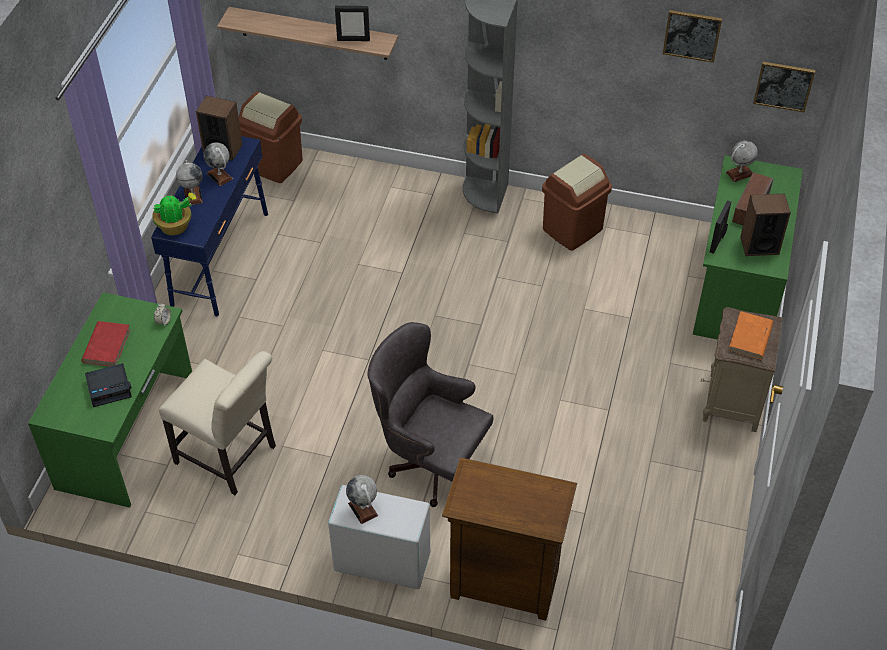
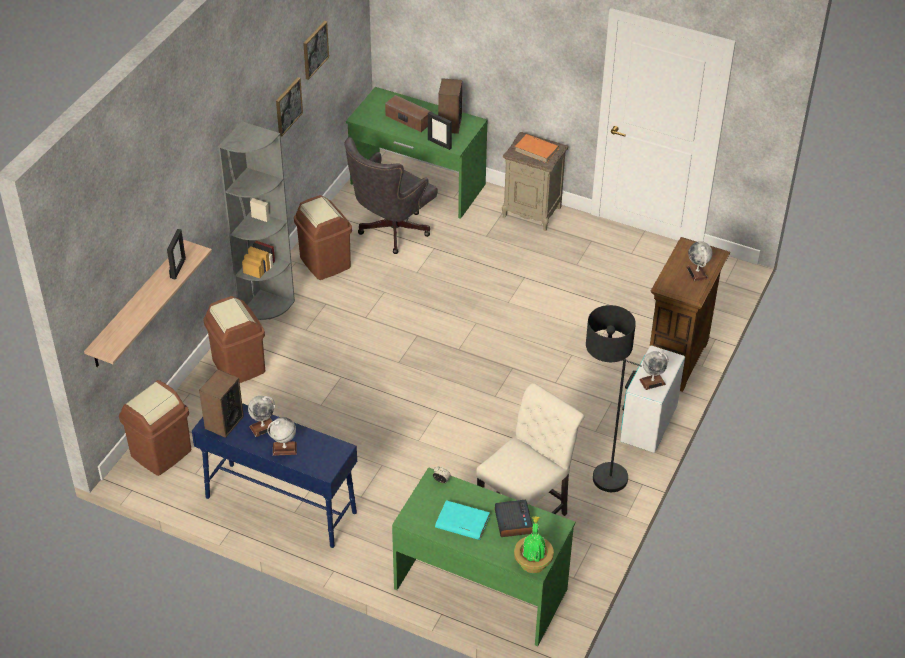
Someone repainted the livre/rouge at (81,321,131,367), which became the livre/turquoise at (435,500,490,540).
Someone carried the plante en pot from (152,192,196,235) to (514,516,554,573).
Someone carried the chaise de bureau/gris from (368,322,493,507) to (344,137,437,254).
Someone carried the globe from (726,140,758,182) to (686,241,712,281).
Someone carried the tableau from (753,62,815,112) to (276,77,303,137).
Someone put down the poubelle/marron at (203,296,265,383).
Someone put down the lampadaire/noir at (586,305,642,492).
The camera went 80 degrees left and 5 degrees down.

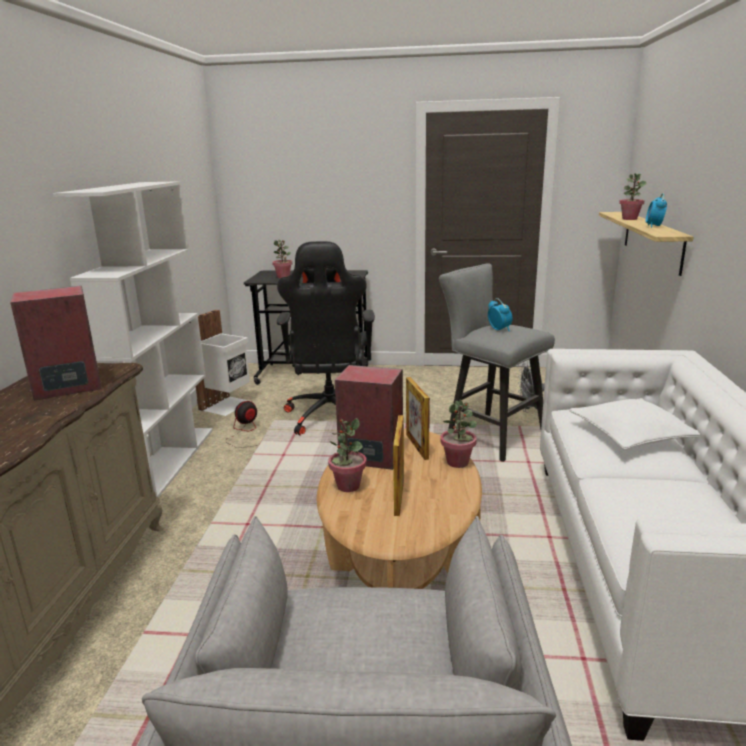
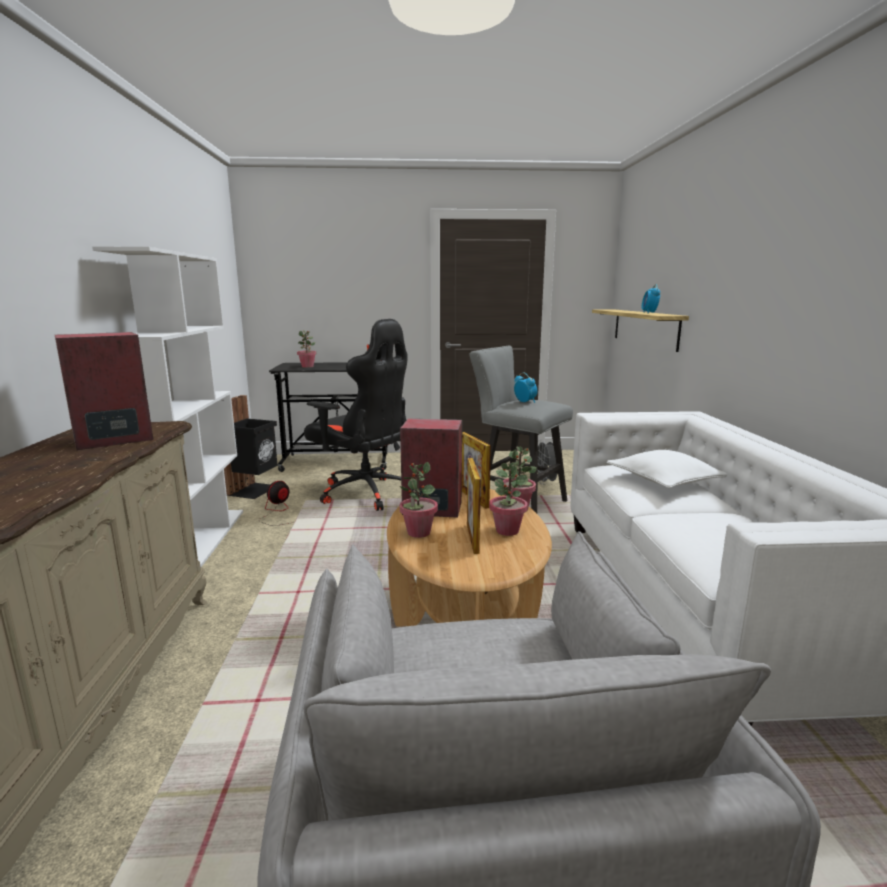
Someone repainted the poubelle/blanc at (196,310,250,416), which became the poubelle/noir at (224,395,278,499).
Someone rotated the chaise de bureau/noir at (277,241,375,436) by 45 degrees counterclockwise.
Someone carried the plante en pot from (619,174,647,220) to (489,462,528,536).
The camera went 10 degrees left and 5 degrees down.

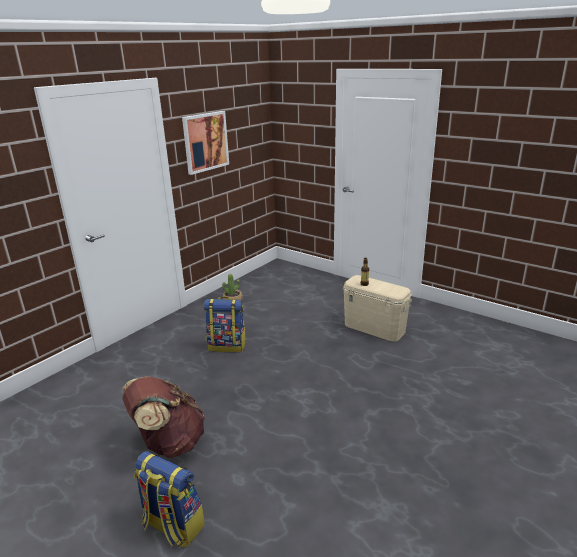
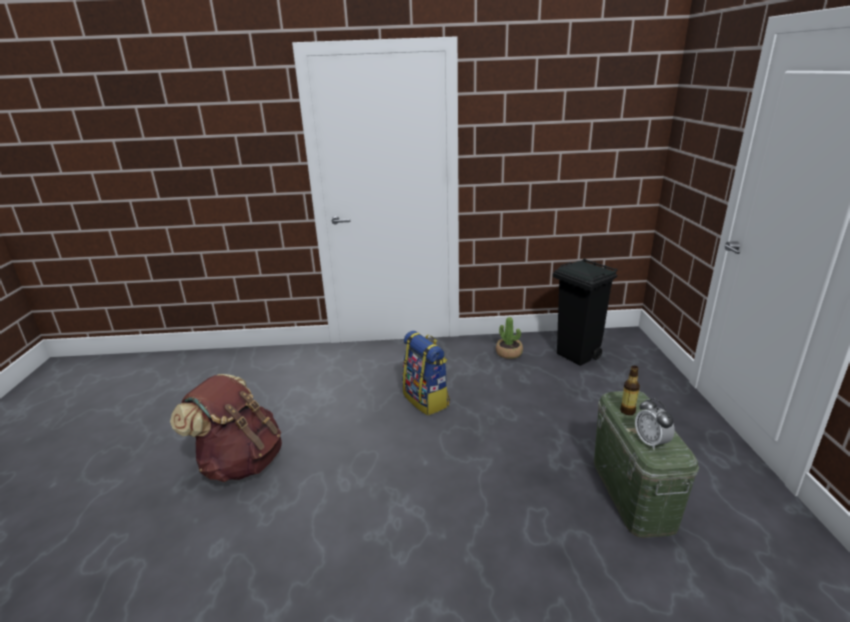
Someone took away the sac à dos at (134,451,205,547).
Someone took away the tableau at (182,111,229,175).
Someone repainted the boîte de rangement/beige at (342,275,412,342), which became the boîte de rangement/vert at (594,391,699,538).
Someone put down the poubelle/noir at (553,258,617,366).
Someone put down the réveil at (635,398,675,450).
The camera went 50 degrees right and 0 degrees up.

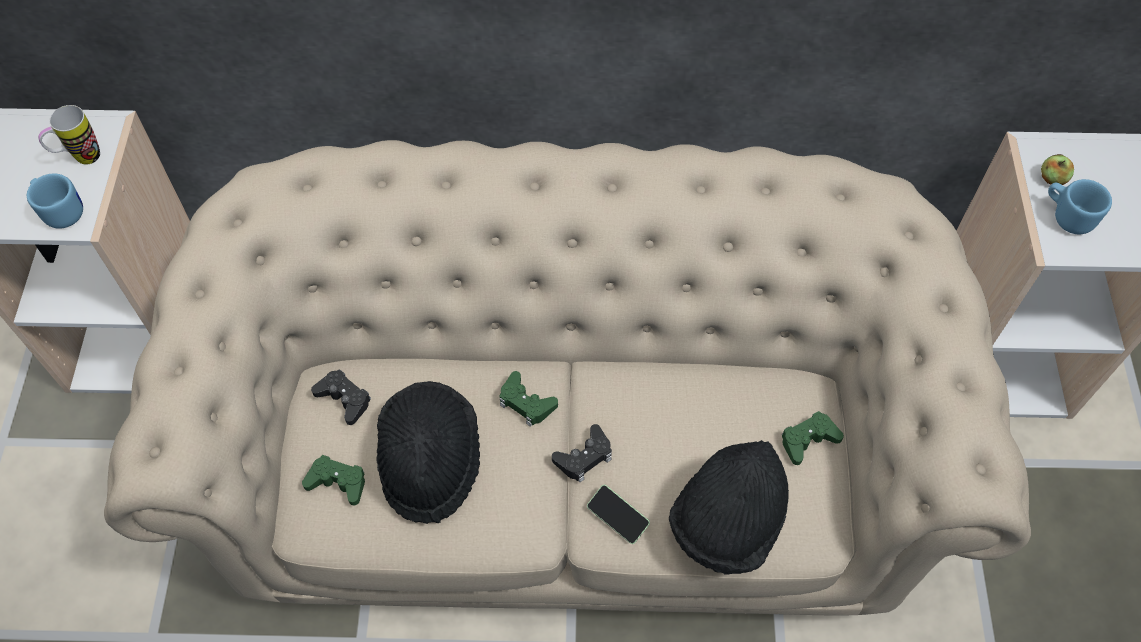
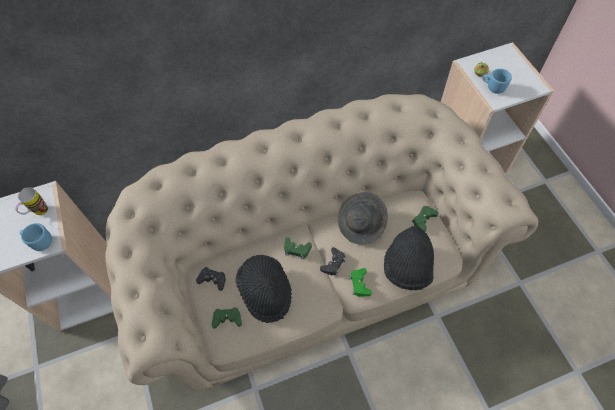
Someone swapped the téléphone at (587,485,650,544) for the manette/vert at (349,268,372,297).
Someone put down the chapeau/gris at (338,192,388,244).
The camera went 20 degrees left and 0 degrees up.

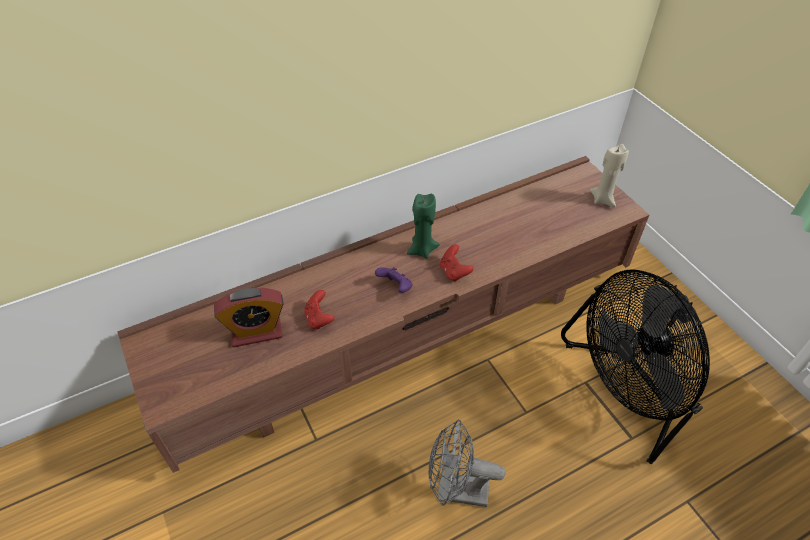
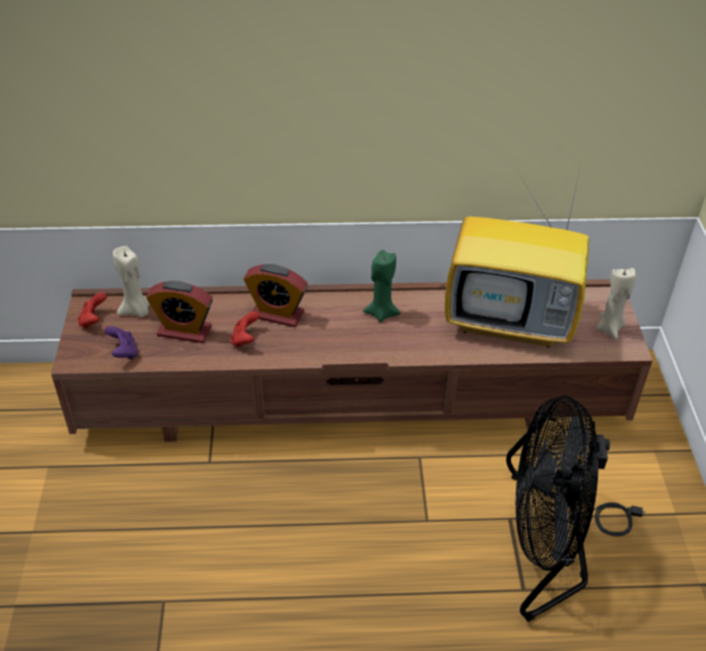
Someone carried the manette/violet from (375,267,412,293) to (105,326,138,359).
Someone took away the ventilateur/gris at (428,420,505,507).
Someone carried the manette/rouge from (440,244,474,281) to (78,293,107,329).
Someone put down the bougie/beige at (113,246,150,317).
Someone put down the réveil at (243,264,308,327).
Someone put down the téléviseur at (445,166,589,347).
The camera went 25 degrees right and 5 degrees down.

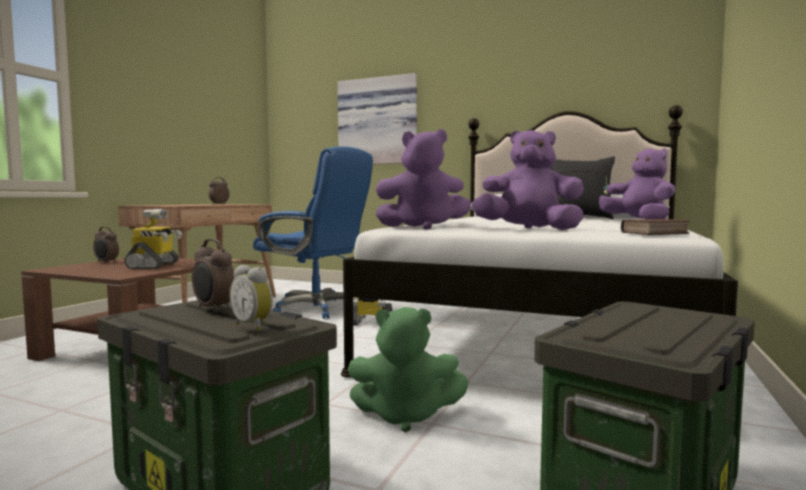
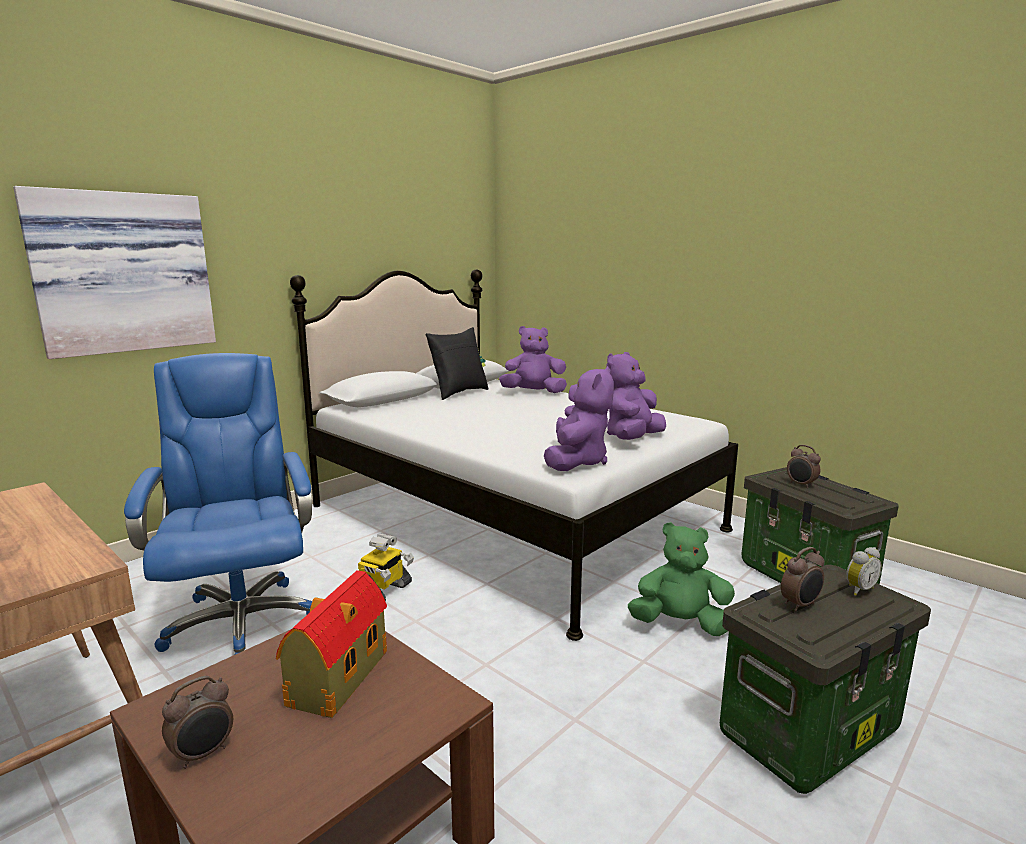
Someone swapped the robot jouet at (124,209,182,269) for the maison miniature at (276,570,387,718).
Someone carried the réveil from (209,177,230,205) to (787,445,821,488).
Someone rotated the chaise de bureau/bleu at (253,146,373,319) by 75 degrees counterclockwise.
Someone rotated the peluche/vert at (347,307,469,432) by 105 degrees counterclockwise.
Someone took away the livre at (621,219,690,235).
The camera went 70 degrees left and 10 degrees up.

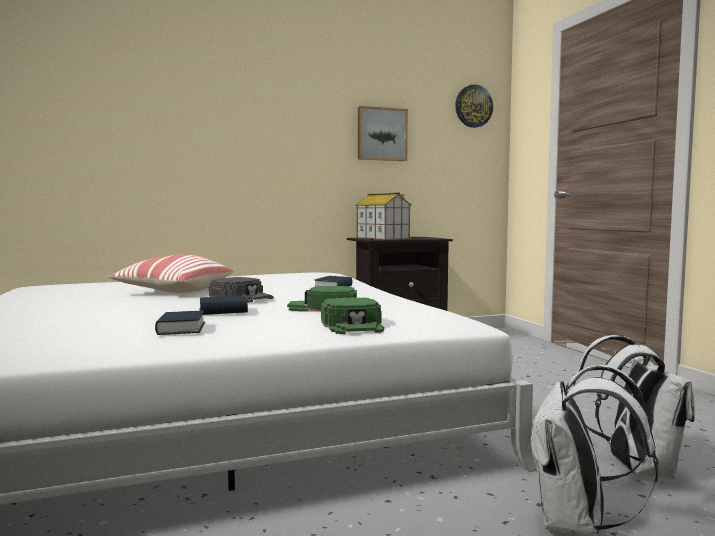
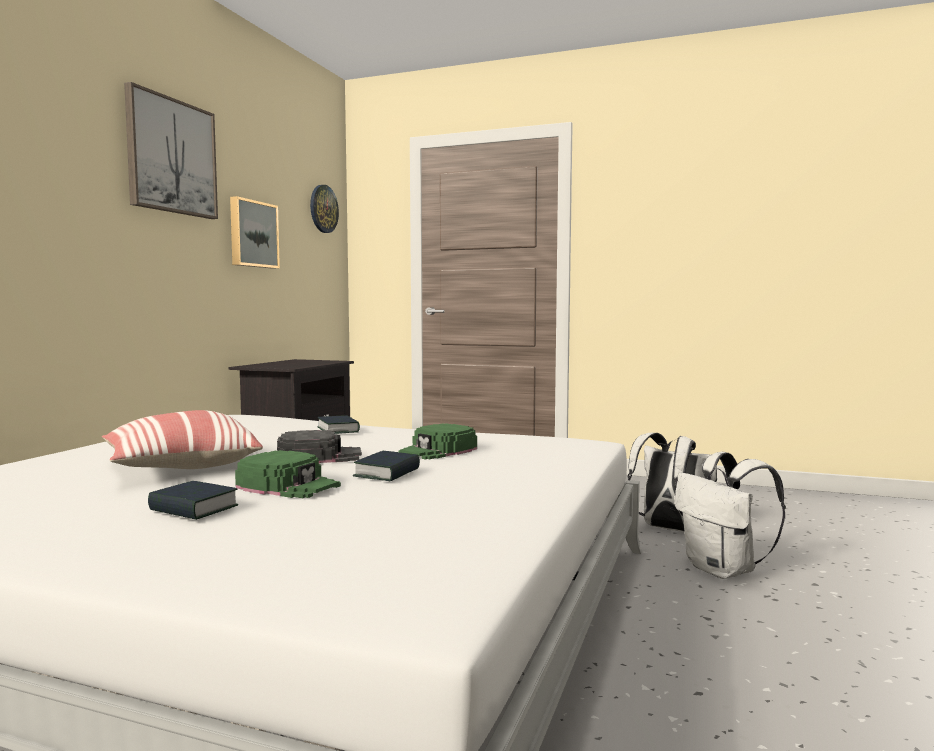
Someone carried the livre from (155,311,205,335) to (148,481,238,520).
Someone carried the casquette/vert from (321,297,384,334) to (235,450,341,498).
Someone took away the maison miniature at (355,192,411,240).
Someone put up the tableau at (124,82,218,219).
The camera went 50 degrees left and 0 degrees up.

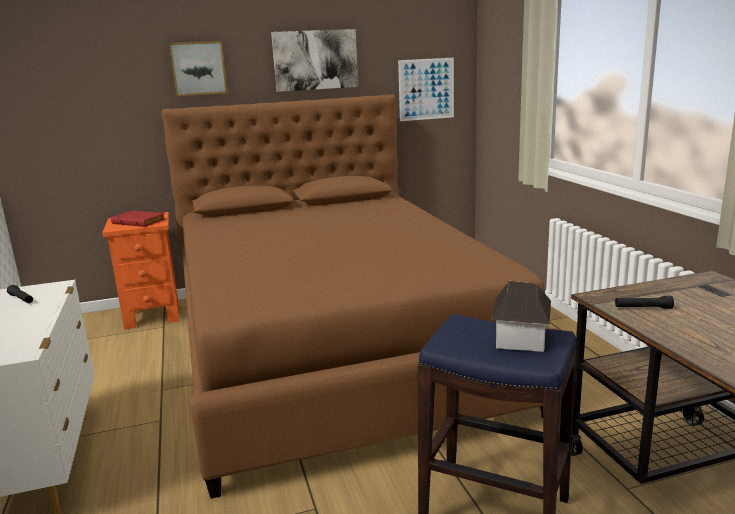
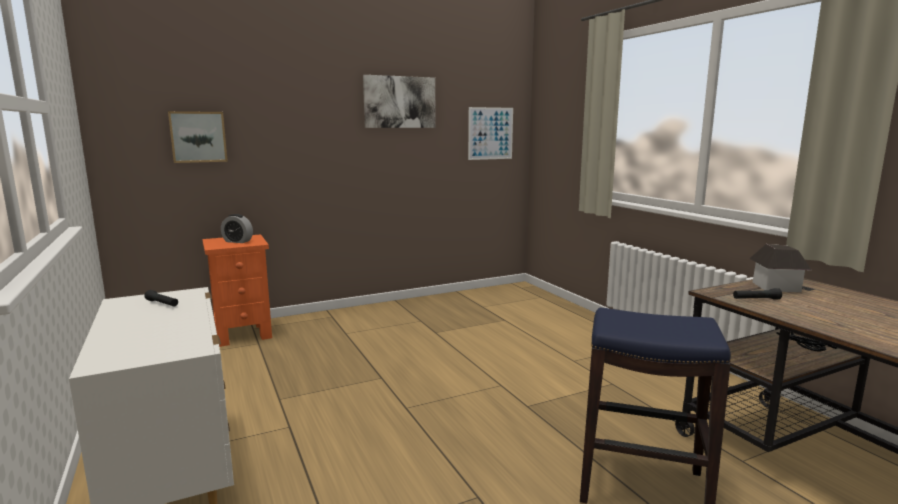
Someone swapped the livre/rouge at (111,210,165,227) for the réveil at (221,214,253,243).
Someone took away the lit/marron at (161,94,561,499).
Someone carried the tableau from (169,41,228,96) to (168,111,228,163).
Someone carried the maison miniature from (491,281,551,352) to (749,244,811,292).
The camera went 10 degrees left and 5 degrees down.

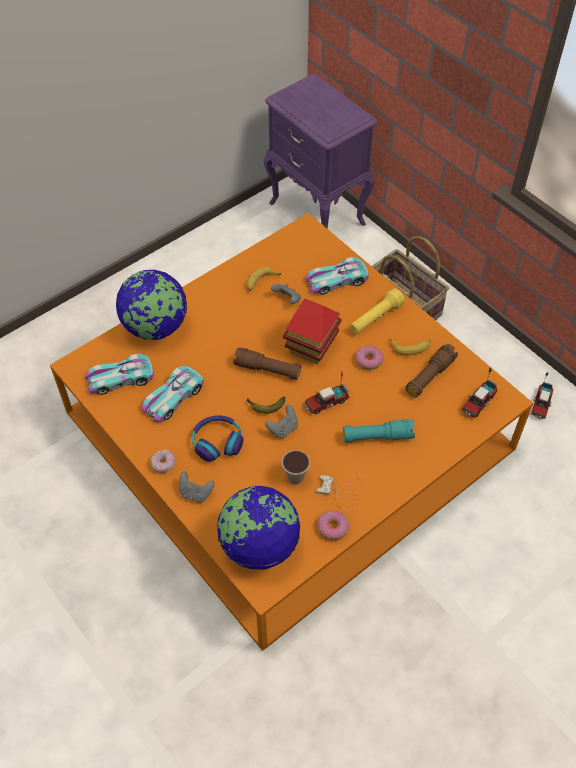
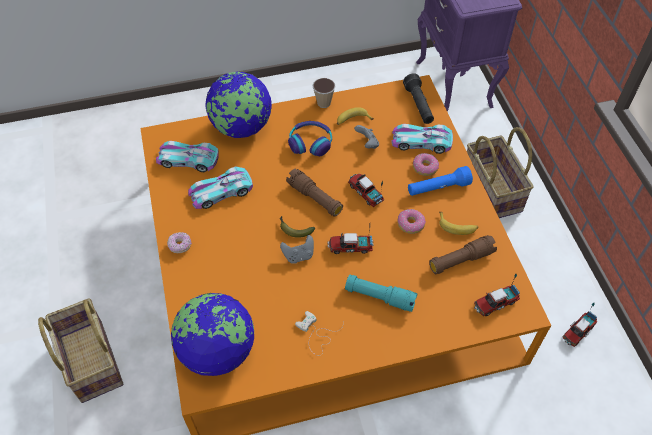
Someone took away the manette/gris at (179,471,214,503).
Someone carried the casque audio from (192,415,243,462) to (288,121,332,156).
Someone carried the tasse from (282,450,310,485) to (313,78,336,108).
Someone swapped the maison miniature at (283,298,342,364) for the camion jouet at (348,173,385,207).
Someone carried the beignet from (318,510,350,540) to (413,153,439,176).
Someone repainted the lampe de poche/jaune at (350,288,405,334), which became the lampe de poche/bleu at (408,166,473,196).
Someone put down the panier at (38,299,123,403).
Someone put down the lampe de poche/noir at (403,73,434,124).
The camera went 25 degrees right and 0 degrees up.

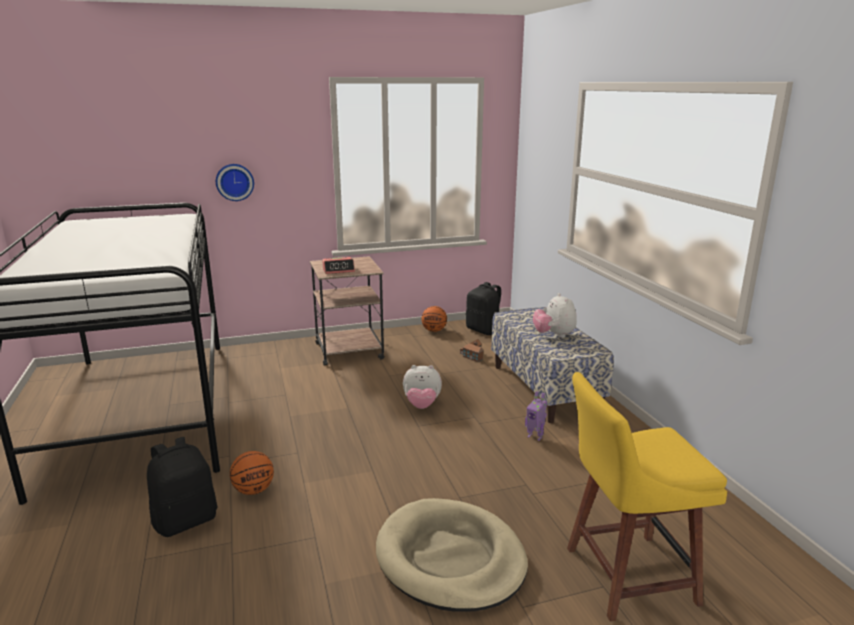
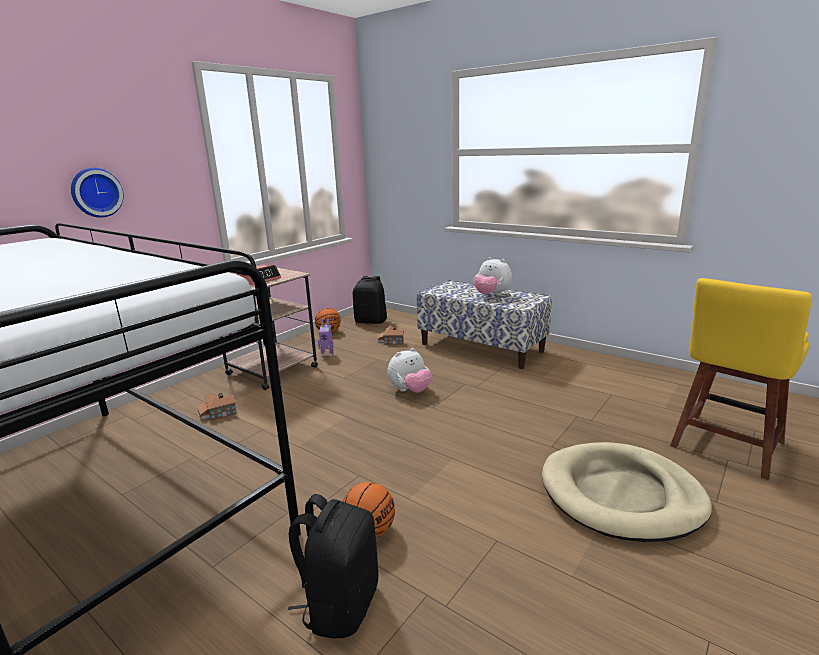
Someone carried the robot jouet from (525,391,547,441) to (318,318,334,357).
Someone put down the maison miniature at (198,392,237,421).
The camera went 35 degrees left and 0 degrees up.

